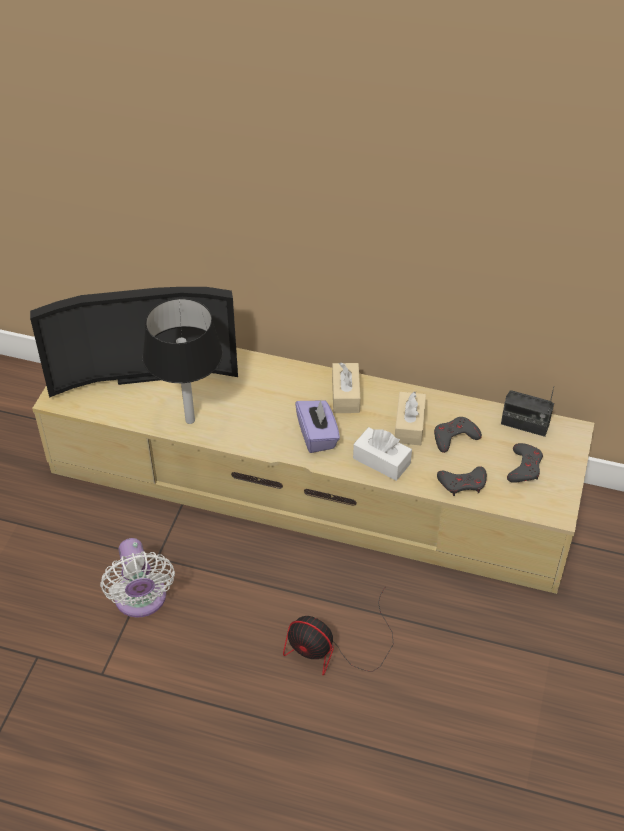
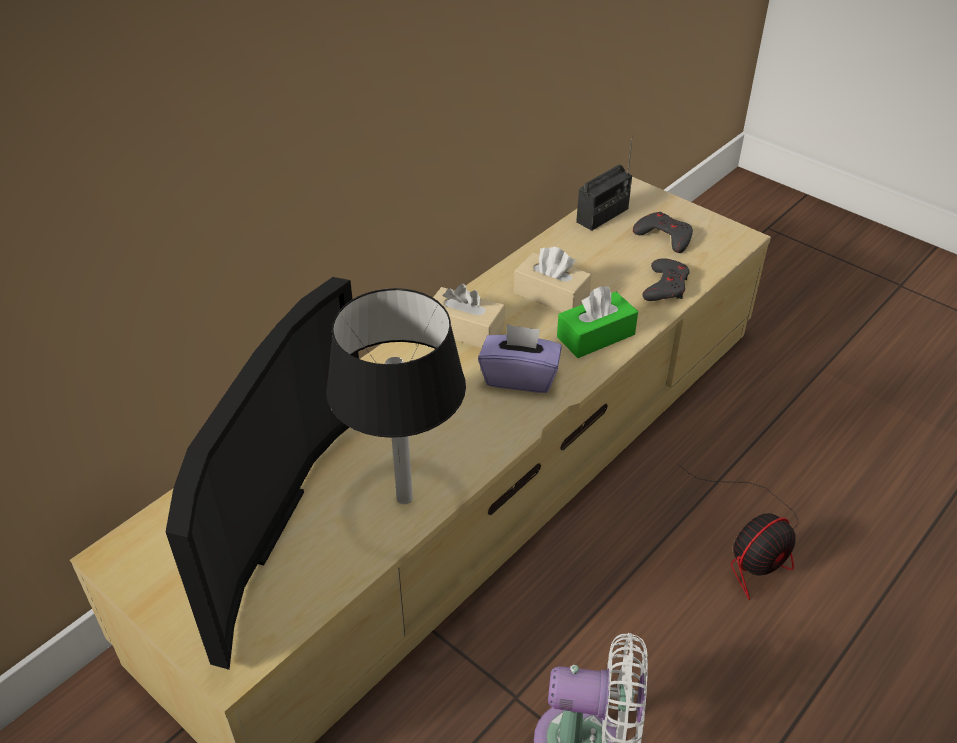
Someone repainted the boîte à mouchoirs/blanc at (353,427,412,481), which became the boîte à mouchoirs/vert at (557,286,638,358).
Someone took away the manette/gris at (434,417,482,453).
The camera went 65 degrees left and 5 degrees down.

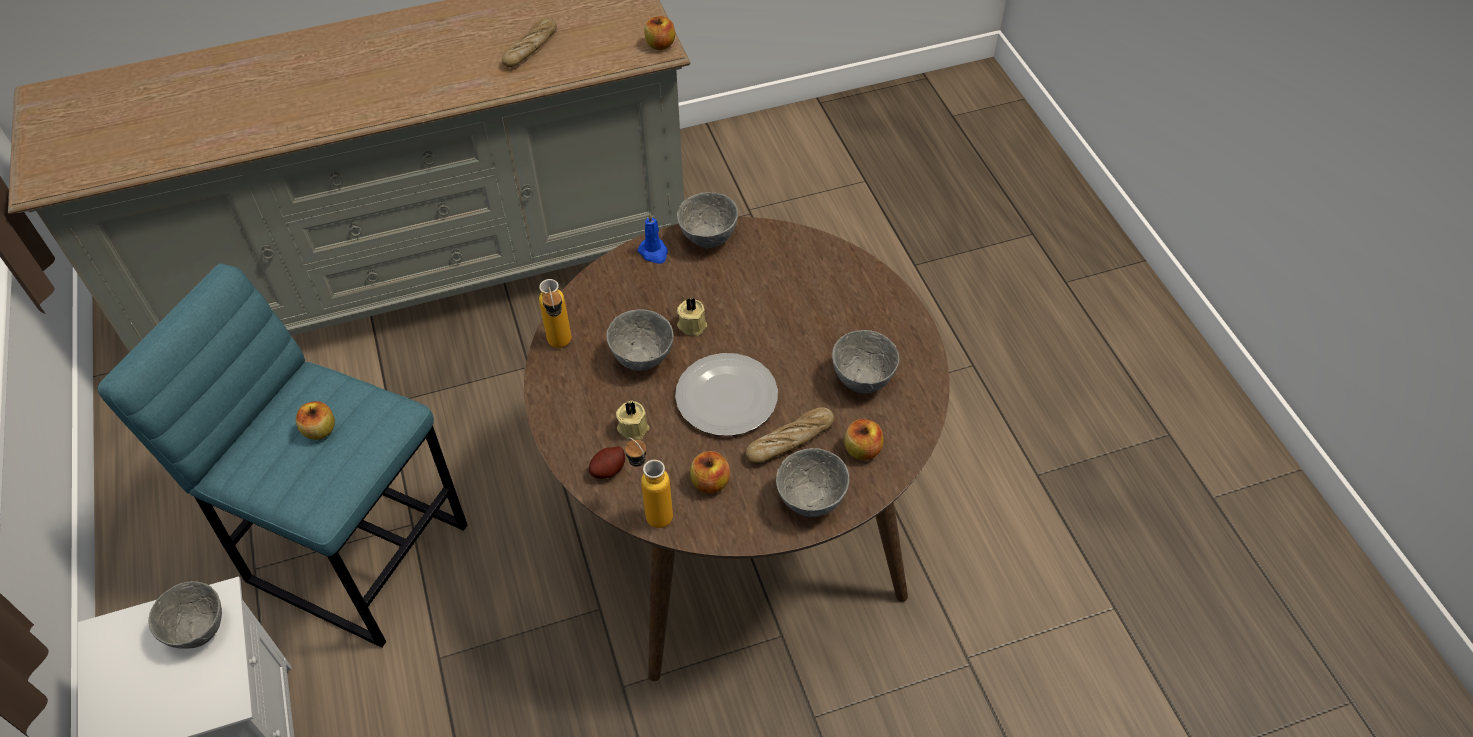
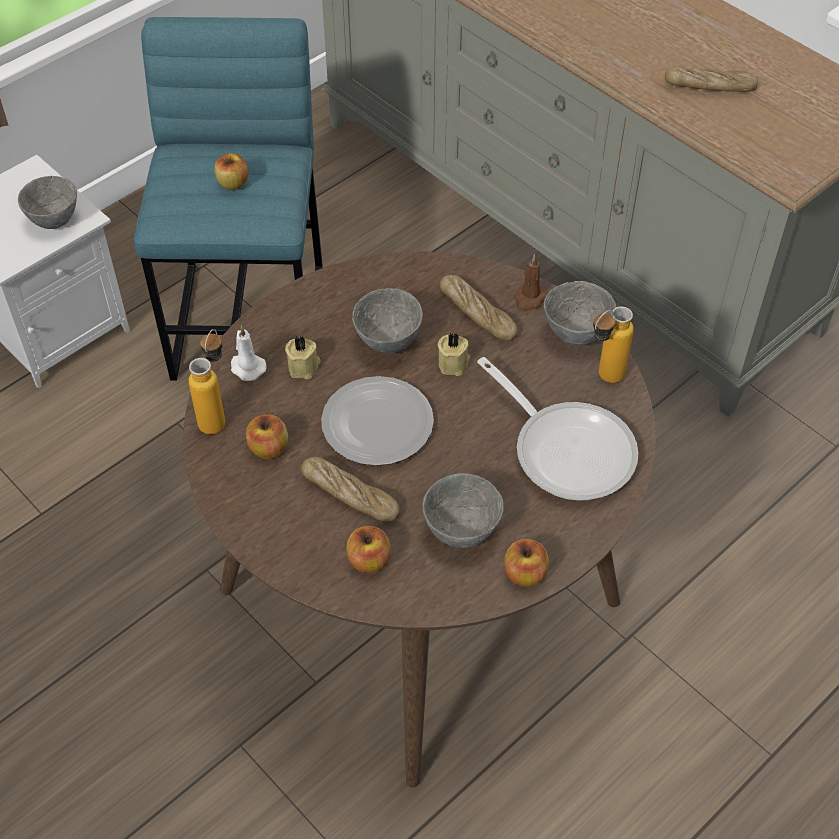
Someone carried the bouteille from (539,279,571,348) to (593,306,634,383).
Someone swapped the pomme de terre at (589,446,625,479) for the bougie/blanc at (231,325,267,381).
Someone repainted the bougie/bleu at (638,212,668,264), which became the bougie/marron at (514,254,548,312).
Someone carried the pomme from (644,16,675,50) to (504,539,549,587).
Someone took away the bol/gris at (776,448,849,517).
Someone put down the pain at (440,275,518,342).
Someone put down the poêle at (477,357,638,500).
The camera went 65 degrees right and 0 degrees up.

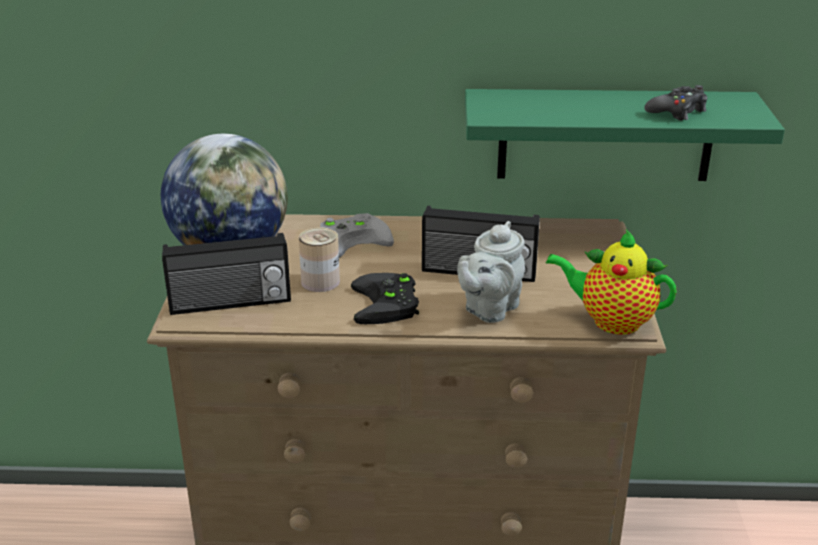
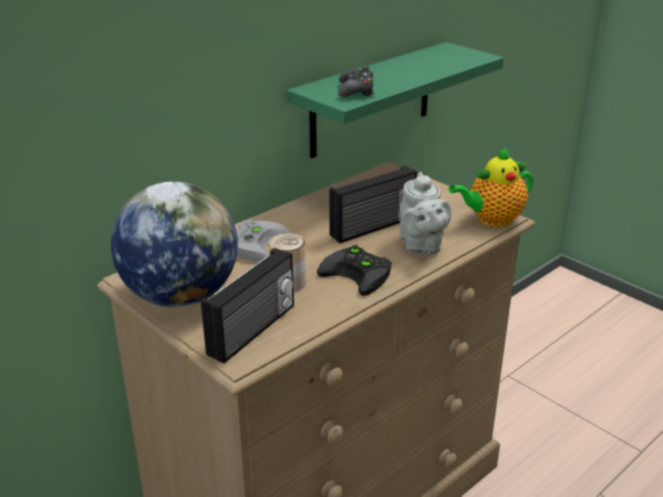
Someone carried the manette/noir from (644,85,707,121) to (338,66,374,97).
The camera went 45 degrees left and 0 degrees up.

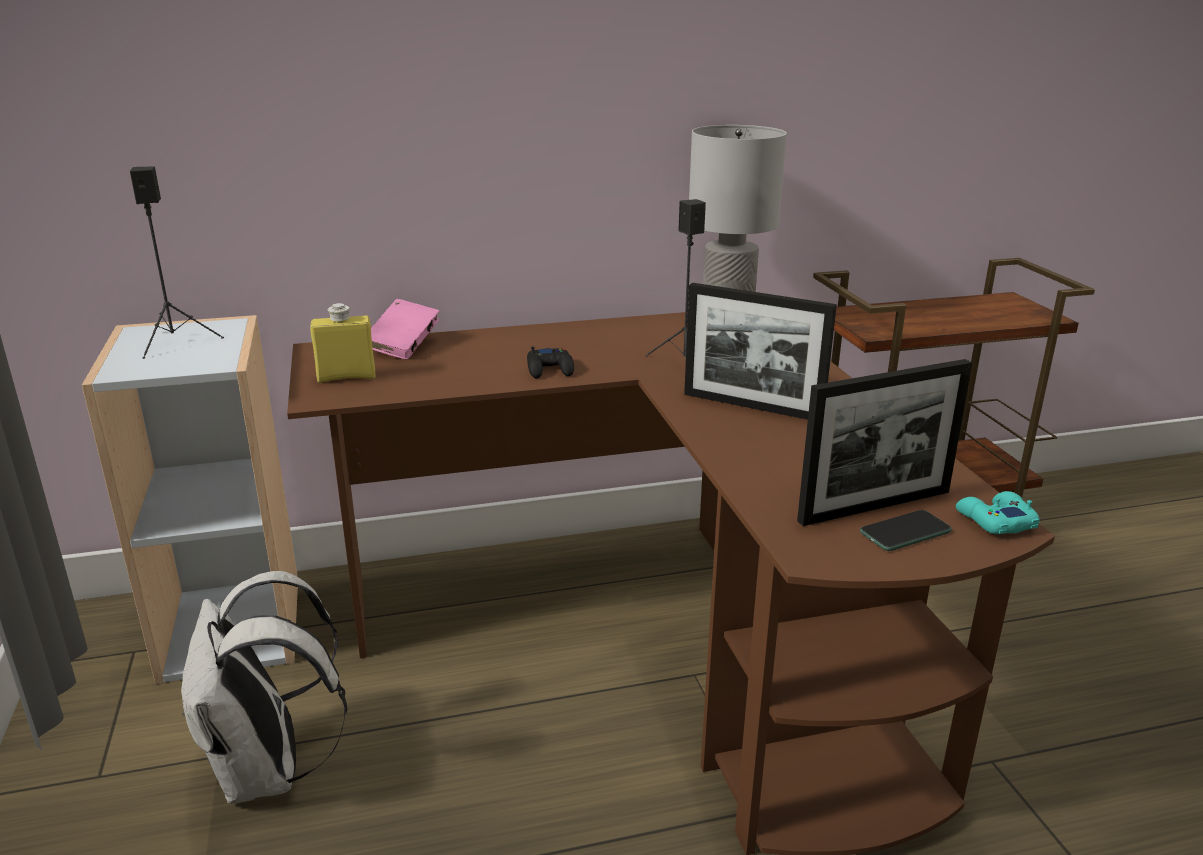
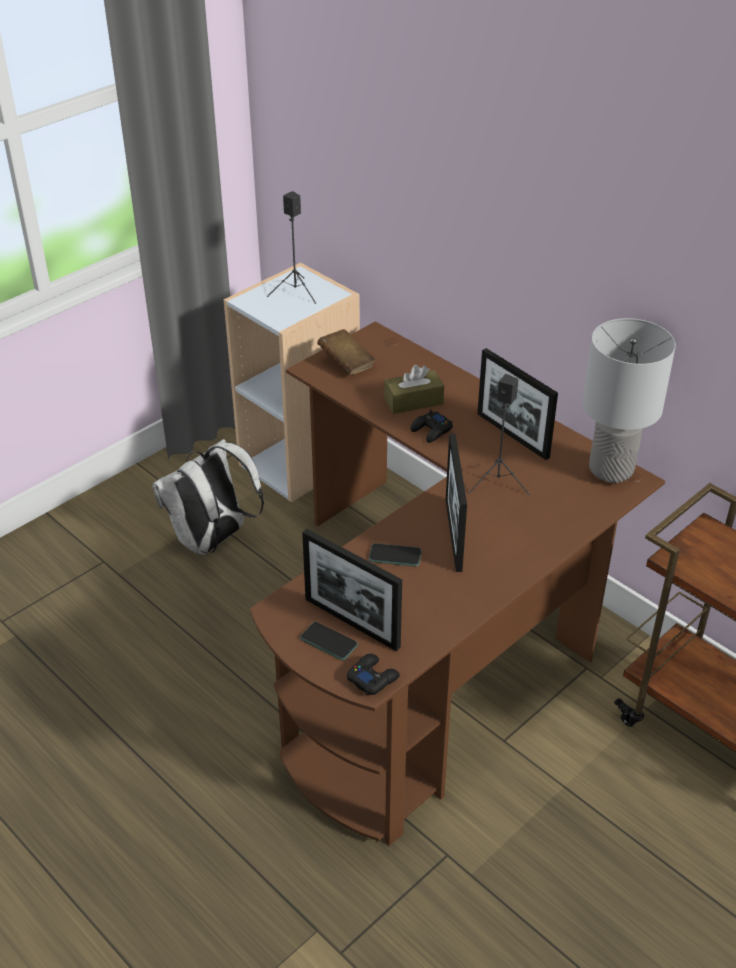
Someone swapped the bouteille/jaune at (310,303,375,383) for the livre/marron at (317,329,376,376).
Someone took away the livre/rose at (371,299,439,360).
Someone repainted the manette/turquoise at (956,491,1040,534), which became the manette/noir at (347,654,400,695).
Someone put down the téléphone at (369,543,422,566).
Someone put down the boîte à mouchoirs/marron at (384,365,444,414).
Someone put down the cadre photo at (477,348,558,460).
The camera went 60 degrees right and 15 degrees up.

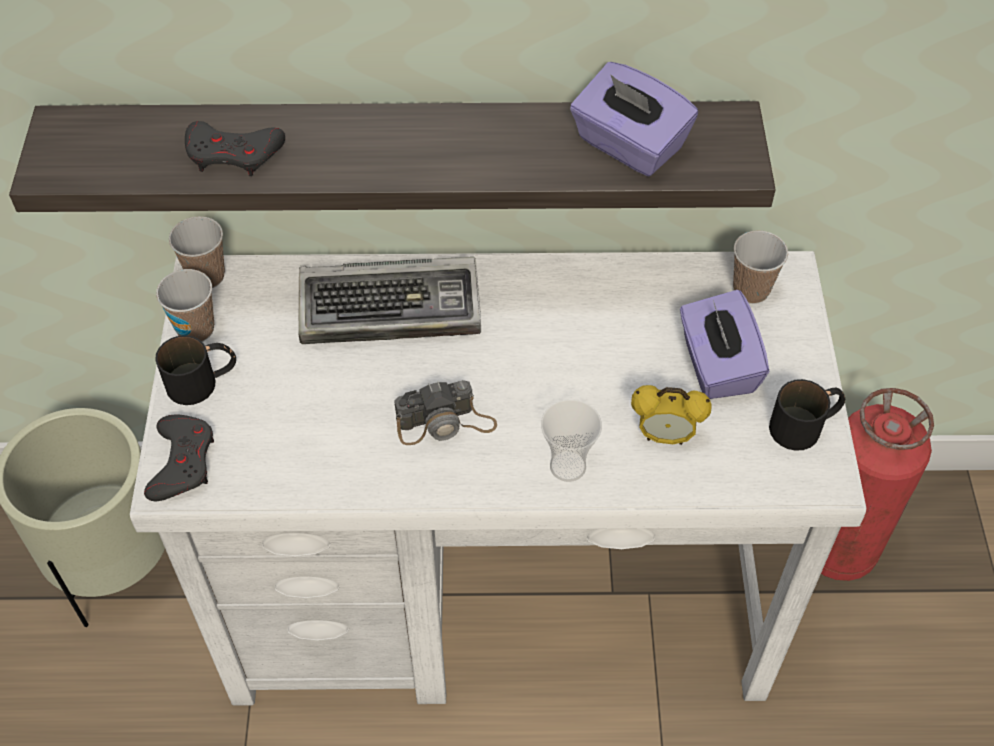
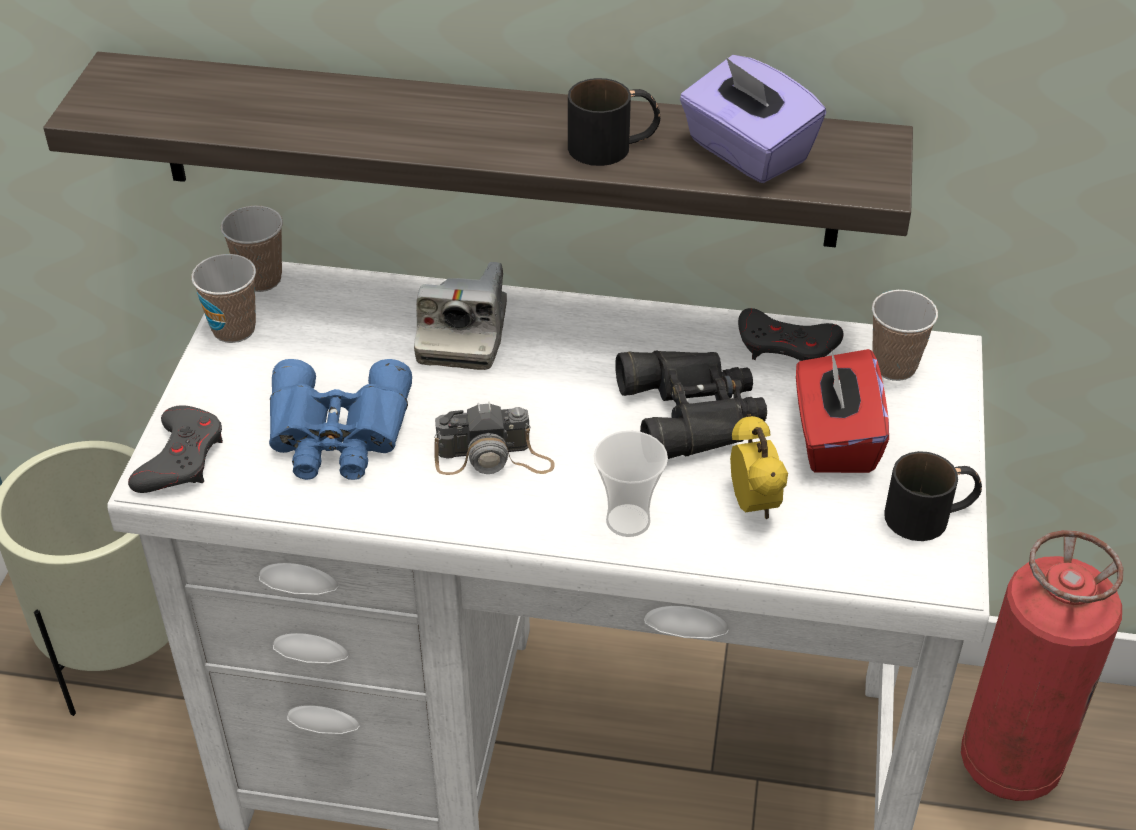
Someone carried the mug/noir from (155,335,236,405) to (568,78,660,166).
Someone carried the manette/gris from (185,121,285,176) to (738,308,843,361).
Someone swapped the clavier at (298,257,481,344) for the appareil photo at (414,262,507,370).
Someone rotated the réveil at (631,385,712,445) by 120 degrees counterclockwise.
Someone repainted the boîte à mouchoirs/violet at (680,290,769,399), which became the boîte à mouchoirs/rouge at (796,349,889,473).
Someone put down the jumelles/bleu at (269,359,412,480).
Someone put down the jumelles/noir at (615,350,767,459).
The camera went 10 degrees right and 10 degrees down.

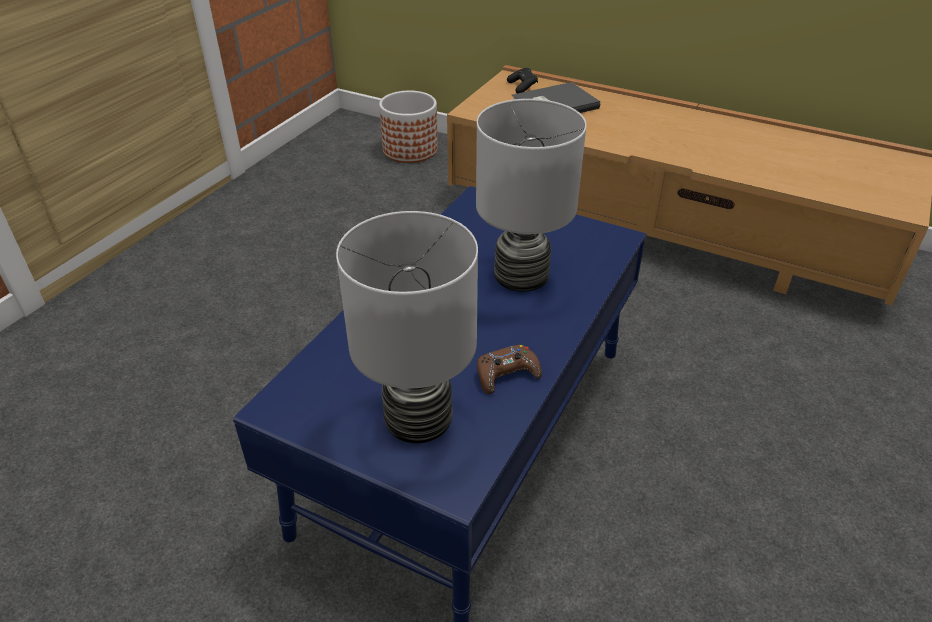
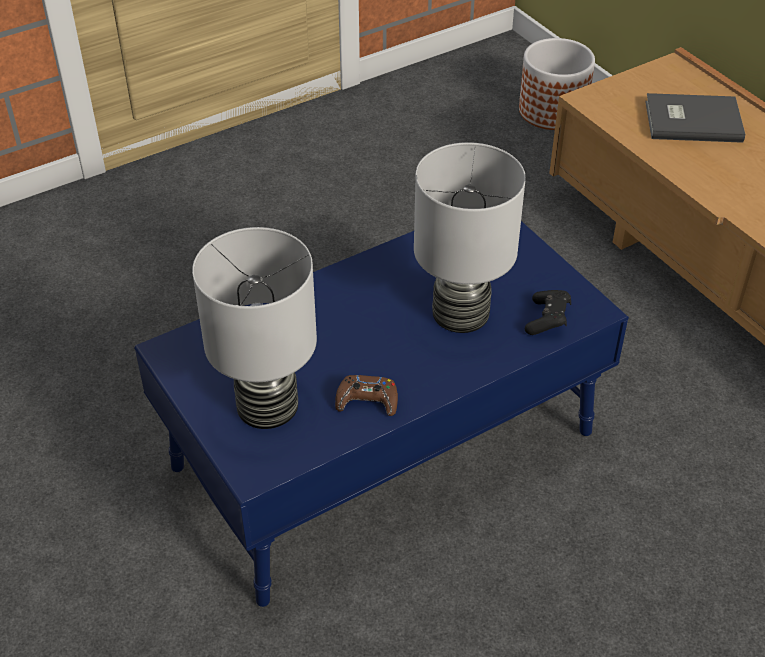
Someone carried the manette/noir from (507,68,538,93) to (525,290,571,335).
The camera went 30 degrees right and 5 degrees up.

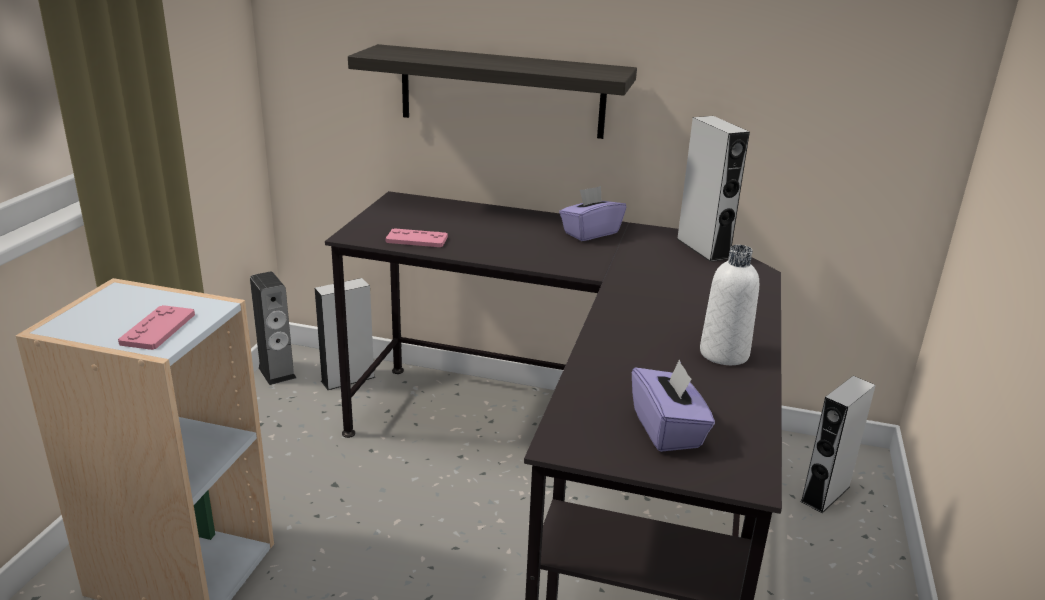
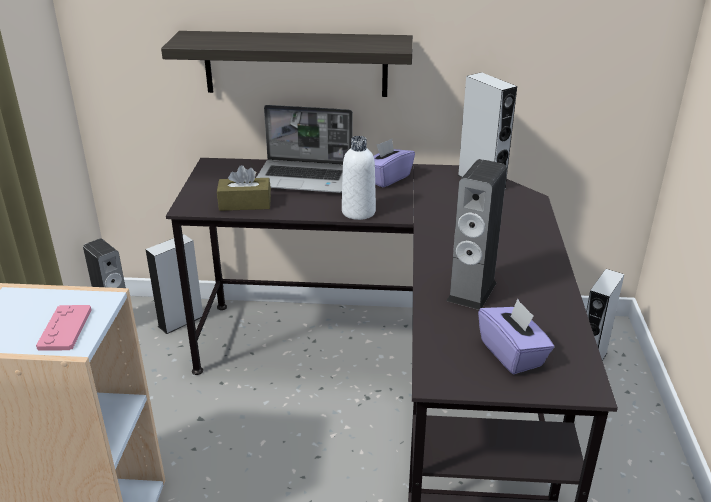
Someone swapped the manette/rose at (386,228,448,247) for the boîte à mouchoirs/marron at (217,165,271,211).
Someone carried the bouteille/blanc from (700,245,759,365) to (342,136,376,220).
Someone put down the ordinateur portable at (256,105,353,193).
Someone put down the enceinte at (446,159,507,310).
The camera went 10 degrees left and 5 degrees up.

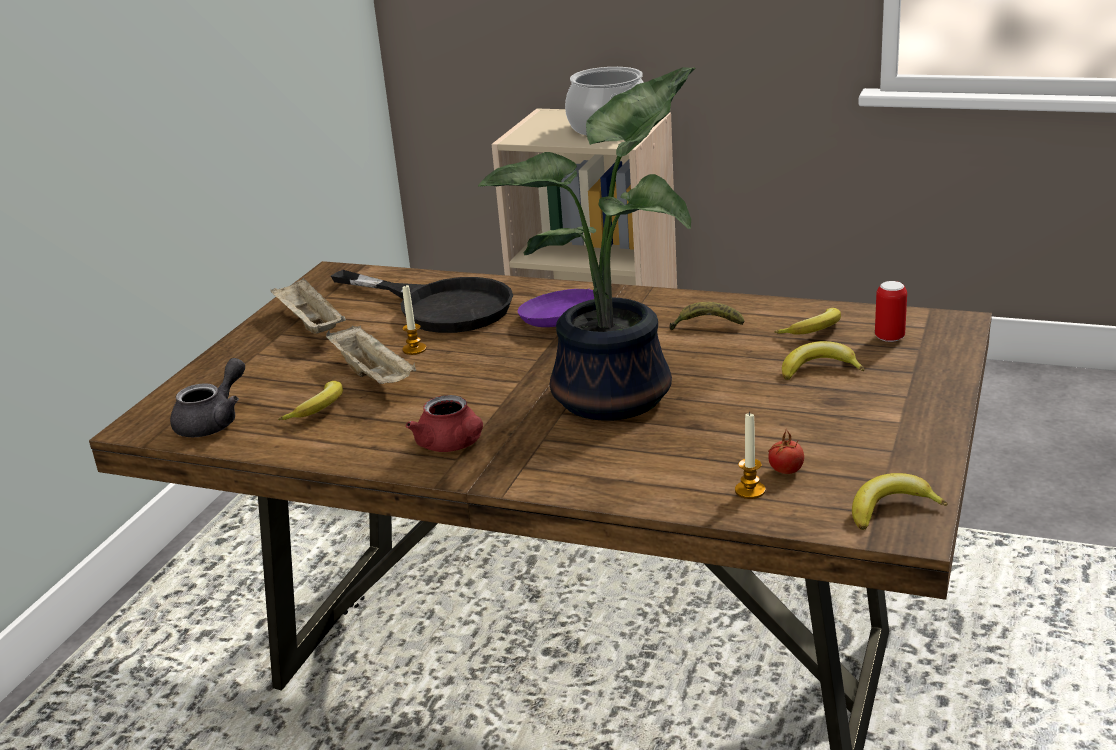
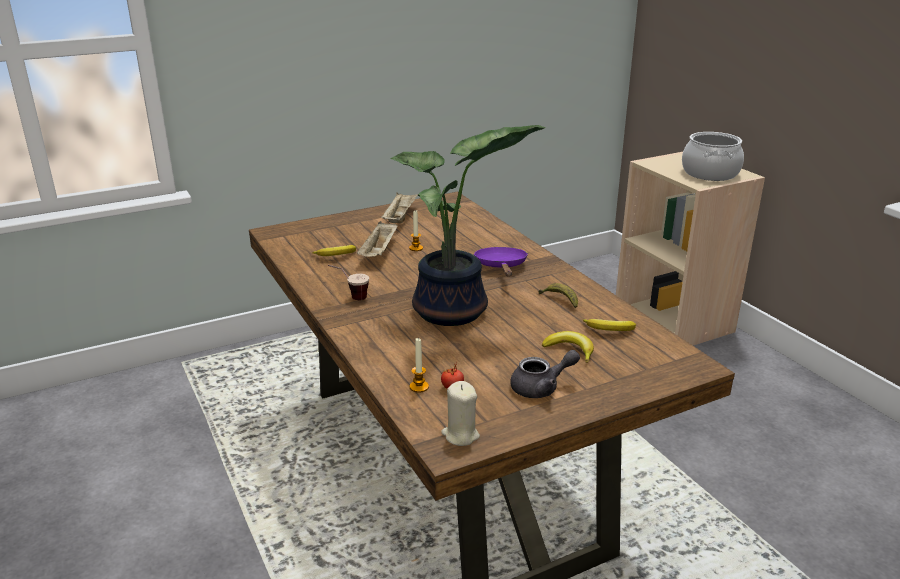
Someone carried the théière/gris from (170,358,245,437) to (510,350,580,398).
Someone took away the poêle/noir at (331,270,513,333).
Someone swapped the théière/rouge at (406,395,483,452) for the tasse at (328,265,369,300).
Someone swapped the banane at (852,473,948,530) for the bougie/beige at (441,381,480,446).
Someone took away the boîte métallique at (875,281,907,342).
The camera went 40 degrees right and 0 degrees up.

